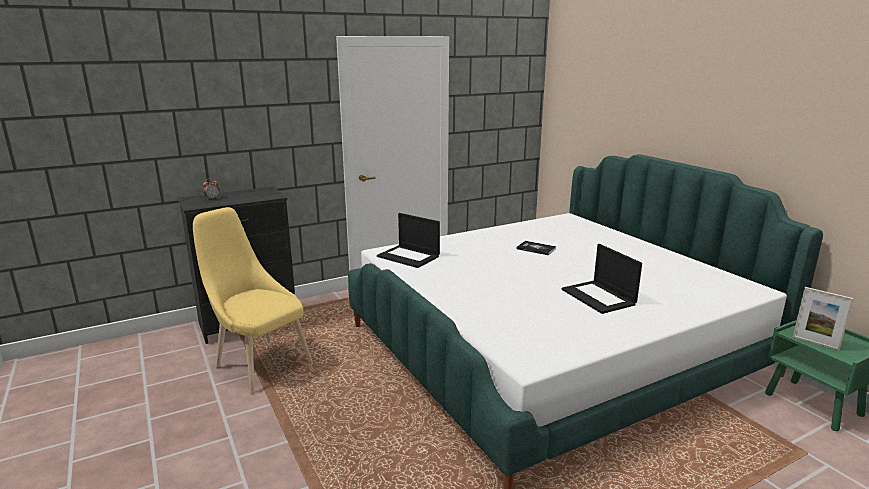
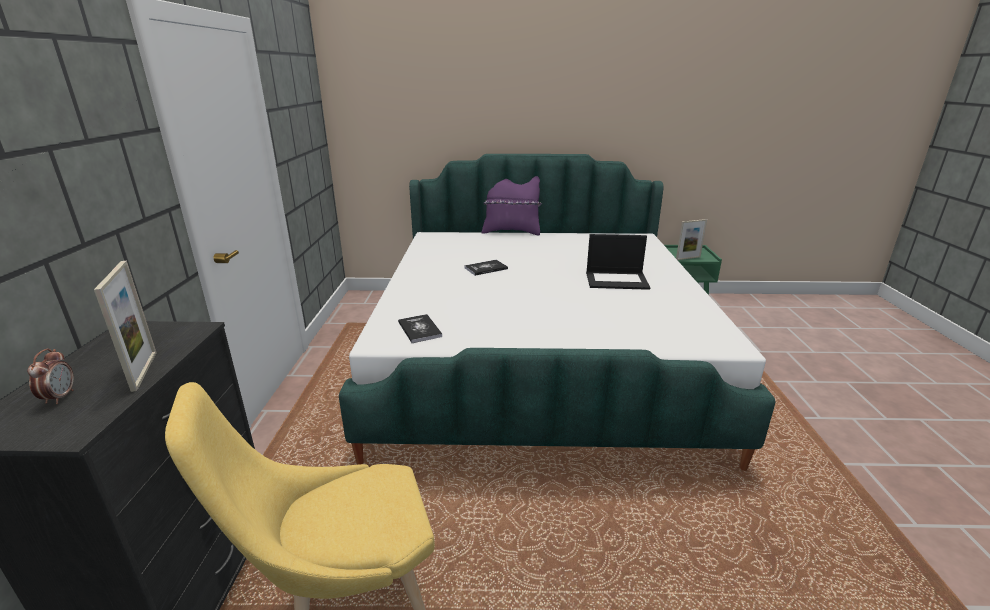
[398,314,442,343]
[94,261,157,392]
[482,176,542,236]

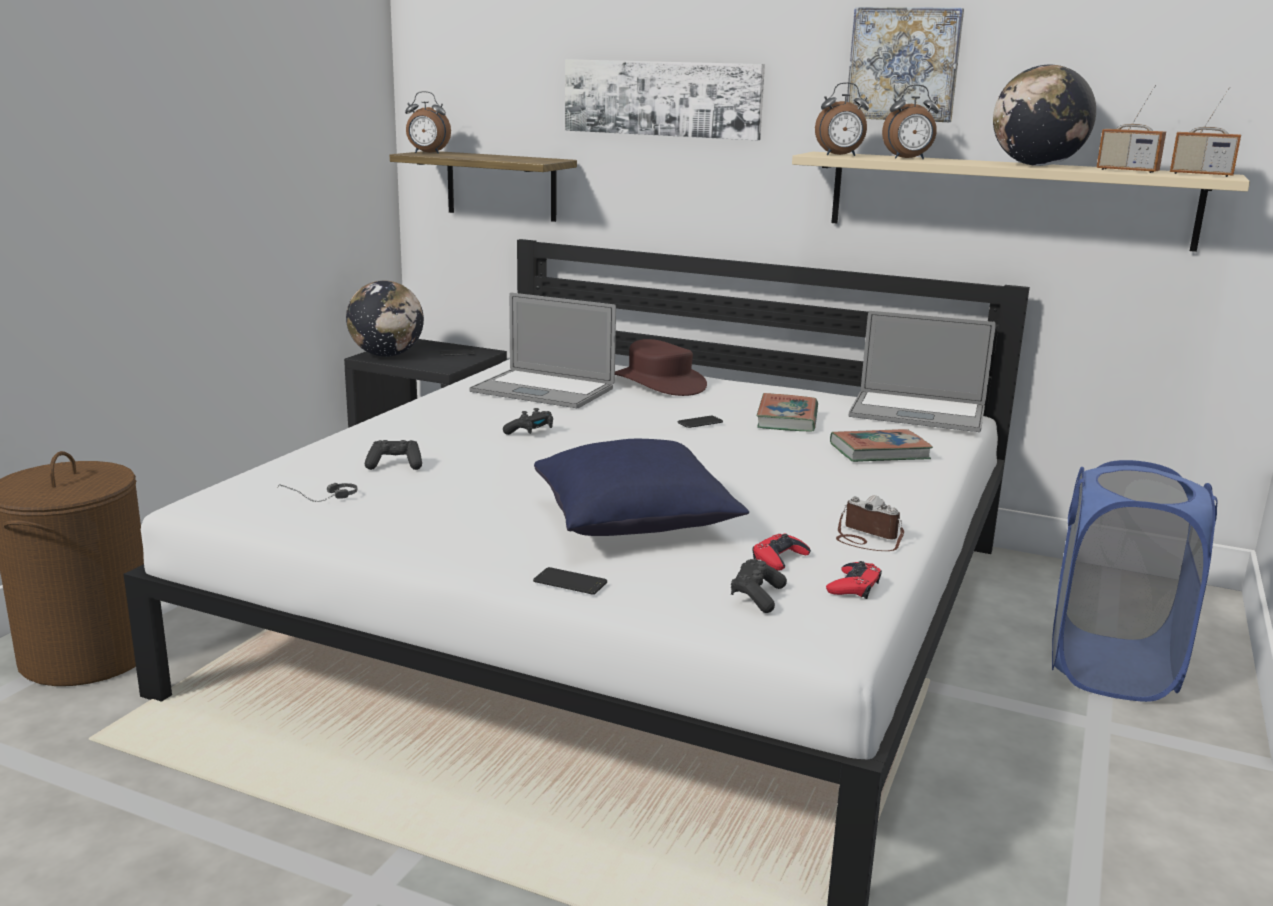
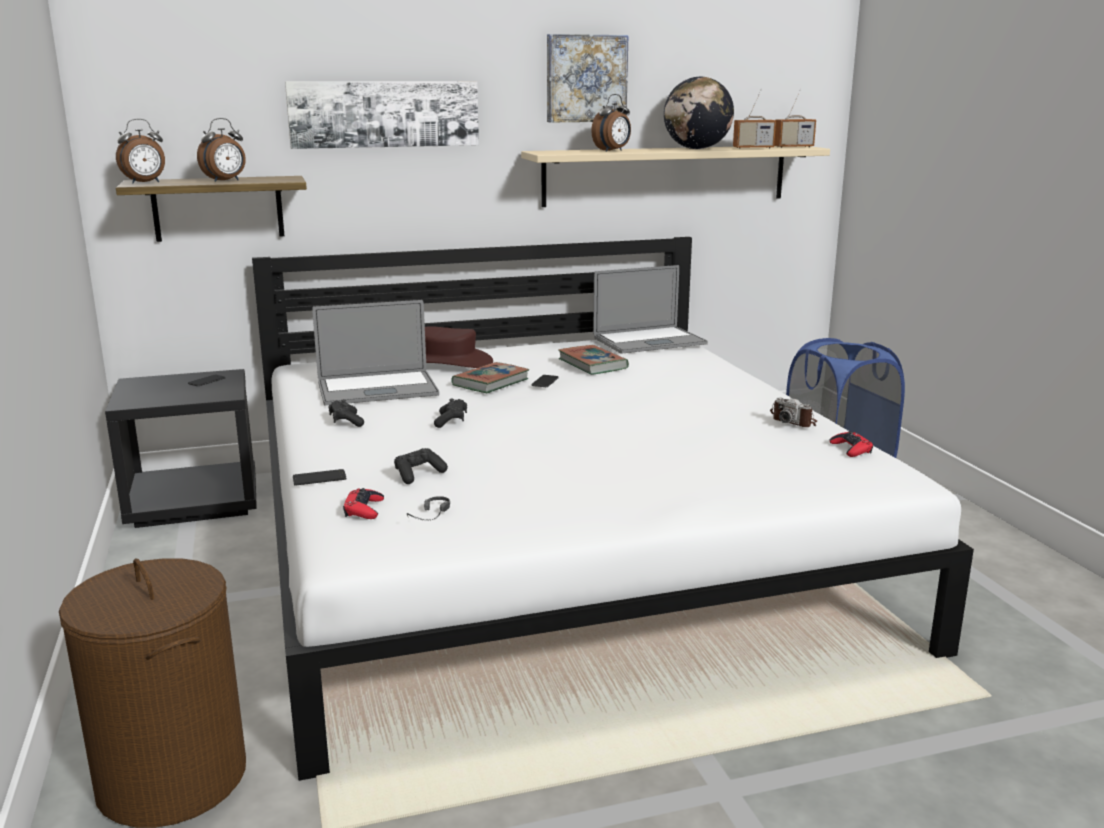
[346,281,424,357] (first image)
[293,469,347,486]
[534,439,749,536] (first image)
[328,399,364,427]
[343,488,384,519]
[197,118,246,182]
[451,362,529,393]
[770,398,817,427]

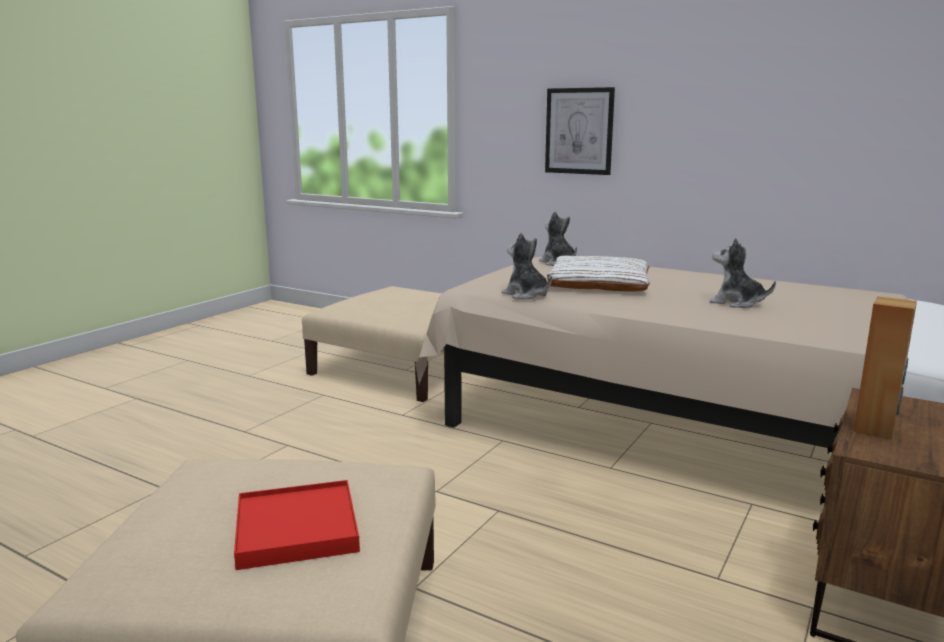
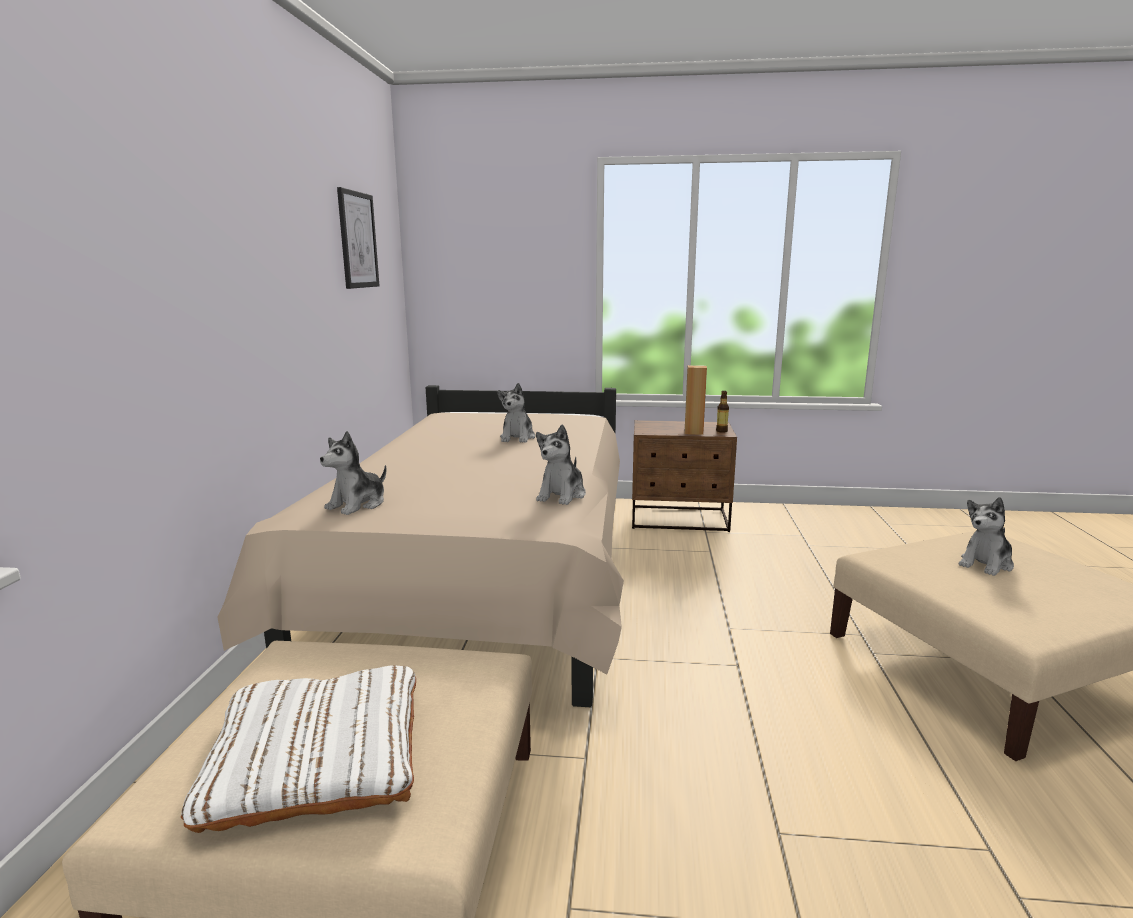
[959,497,1014,576]
[337,187,379,289]
[181,666,416,833]
[716,391,729,433]

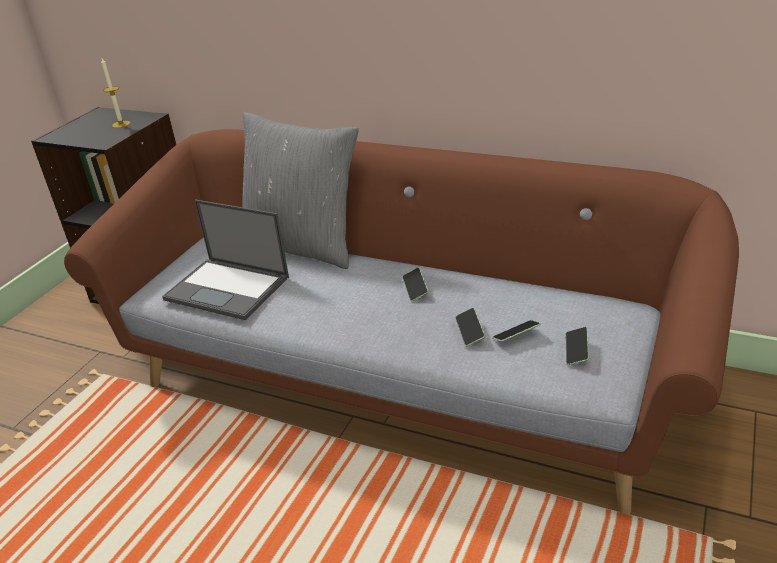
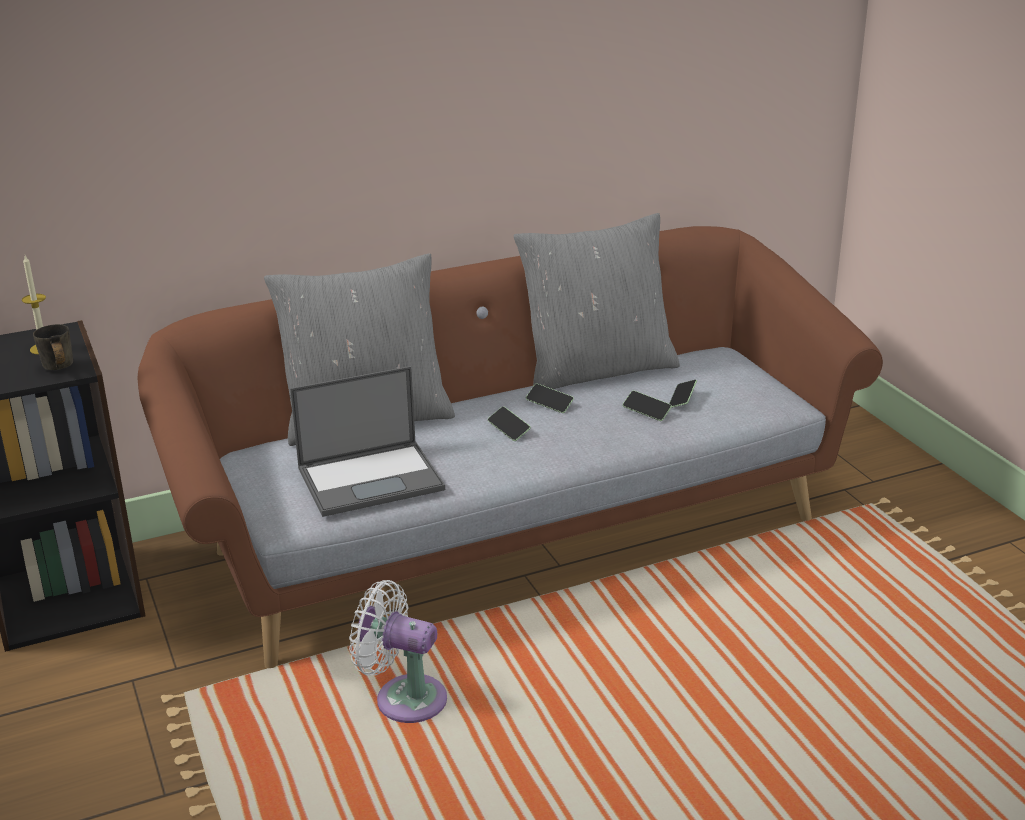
[487,406,531,441]
[33,324,73,370]
[349,580,447,723]
[514,213,680,389]

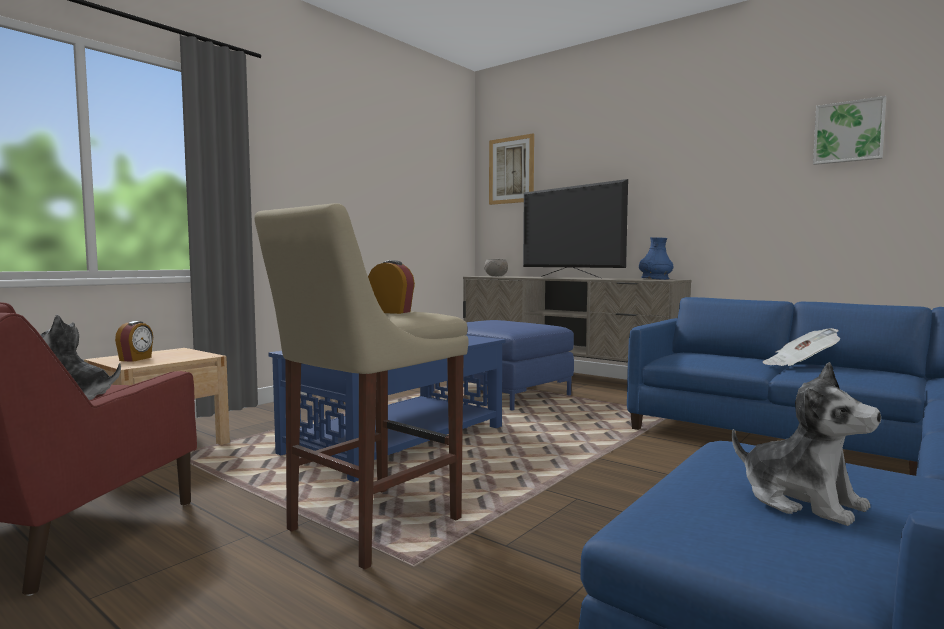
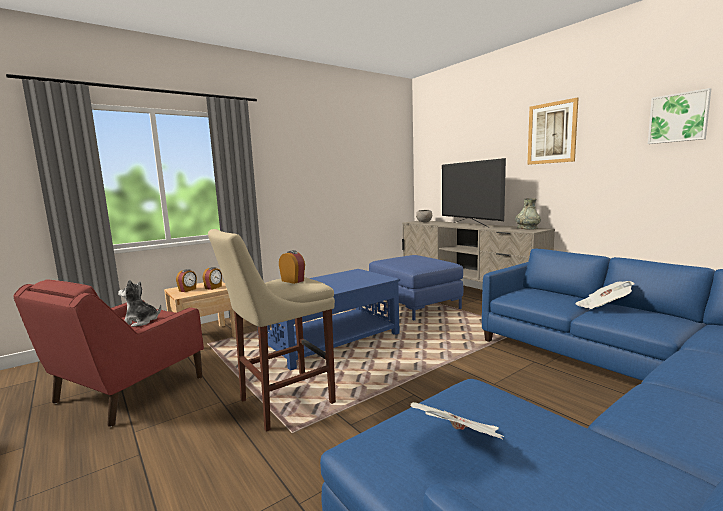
[527,97,578,165]
[515,198,541,230]
[411,402,504,439]
[203,267,222,290]

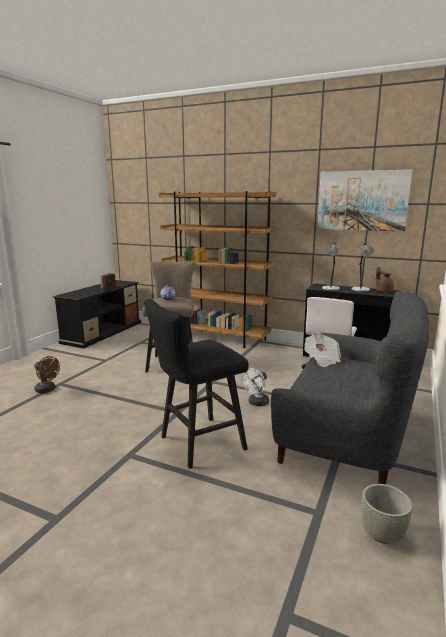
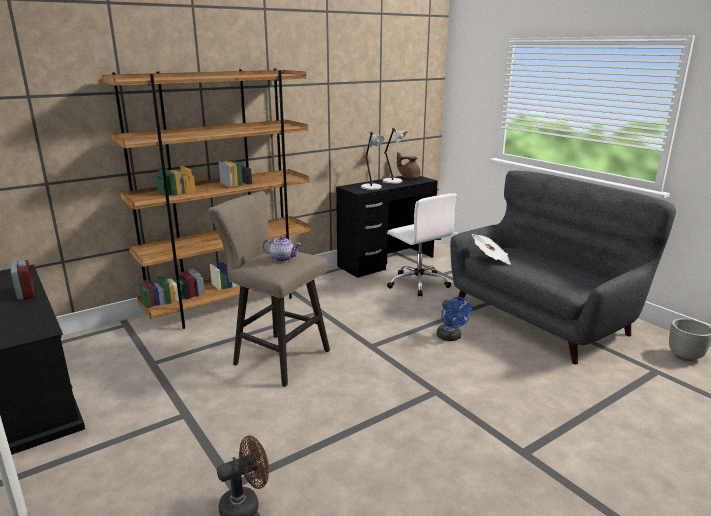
[144,299,249,469] (first image)
[436,297,472,341]
[317,169,412,232] (first image)

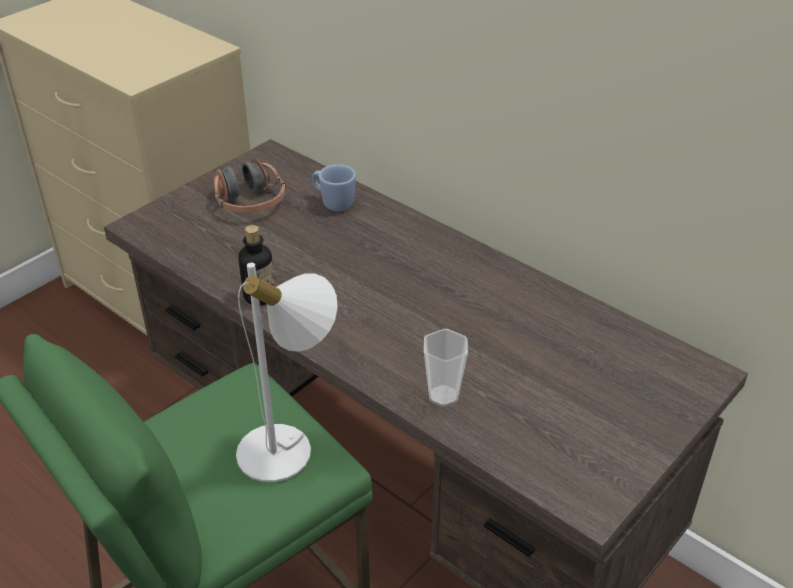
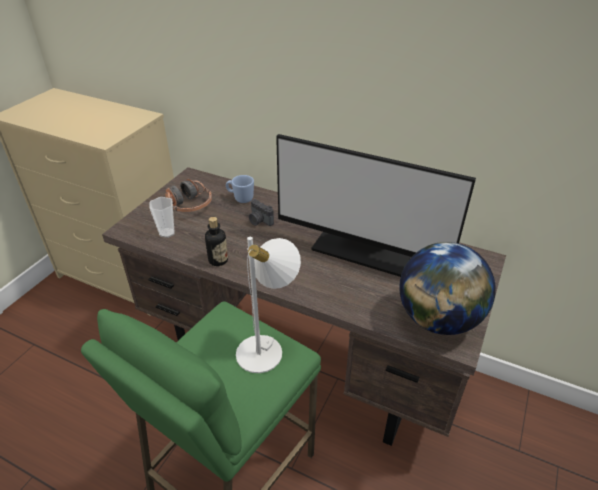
[149,197,175,238]
[249,199,274,226]
[276,134,476,277]
[399,242,496,335]

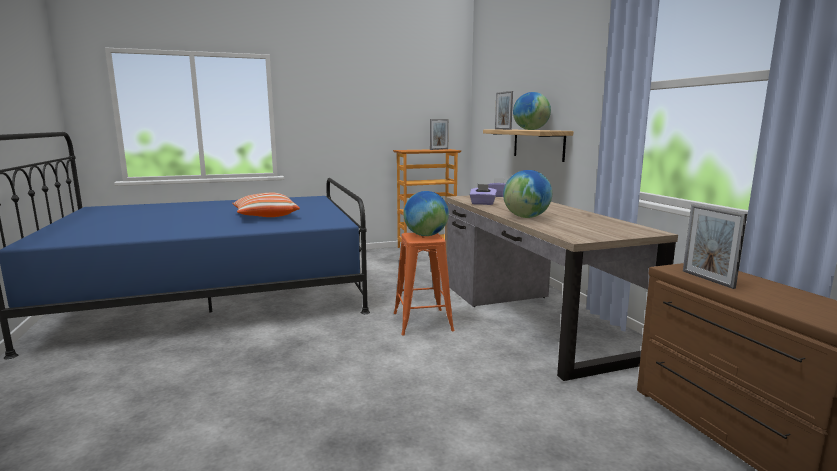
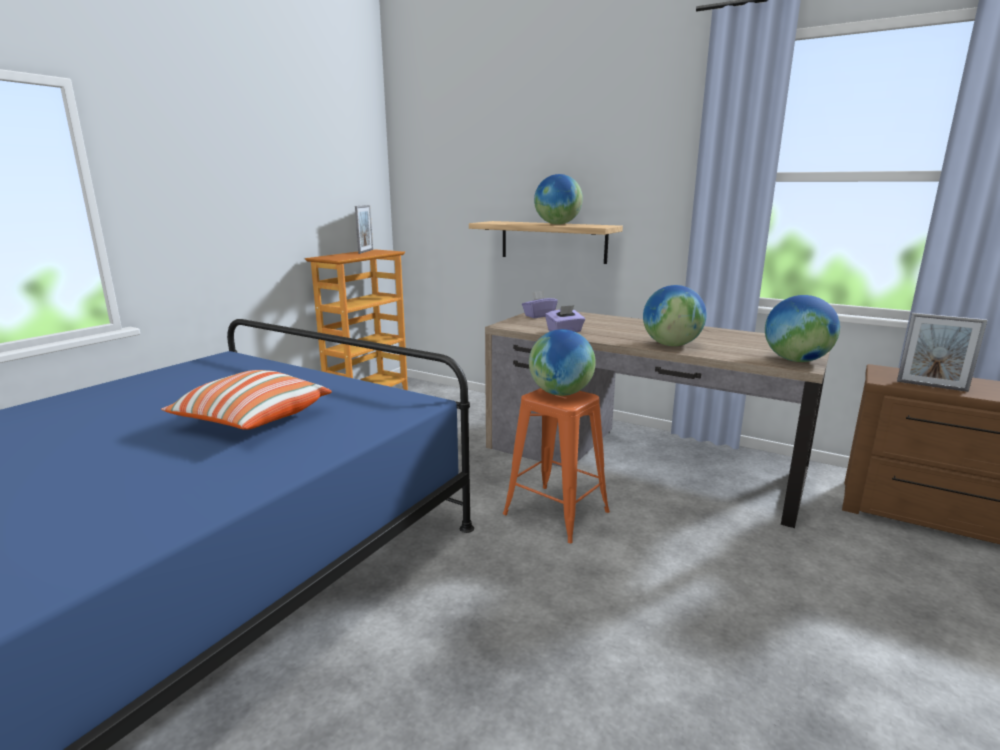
[495,91,513,130] (first image)
[765,295,840,362]

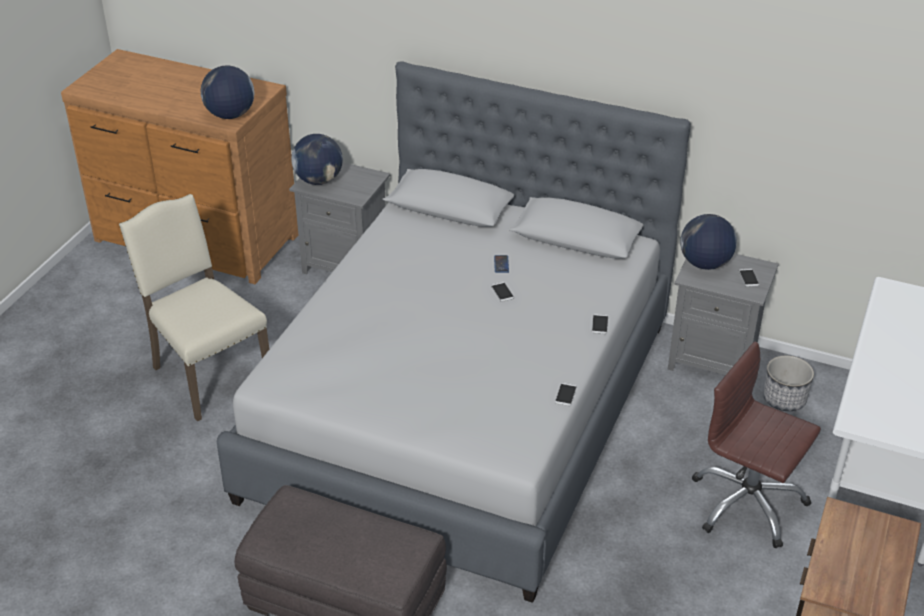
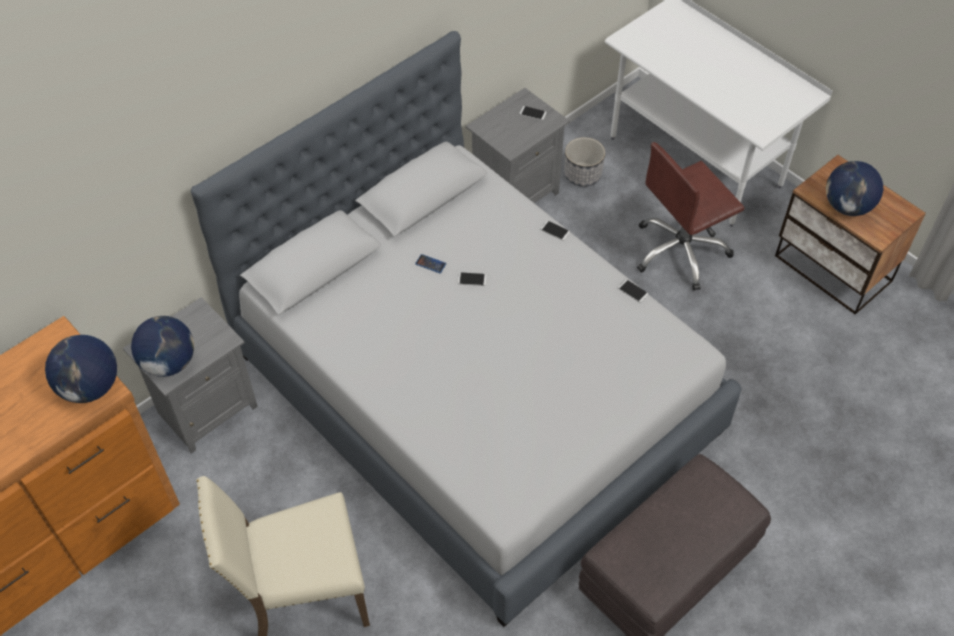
[826,161,883,216]

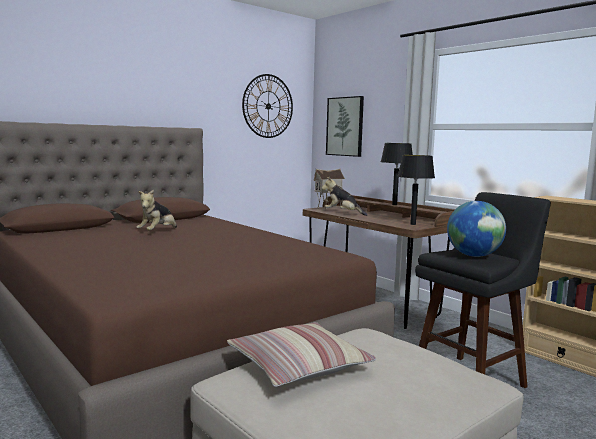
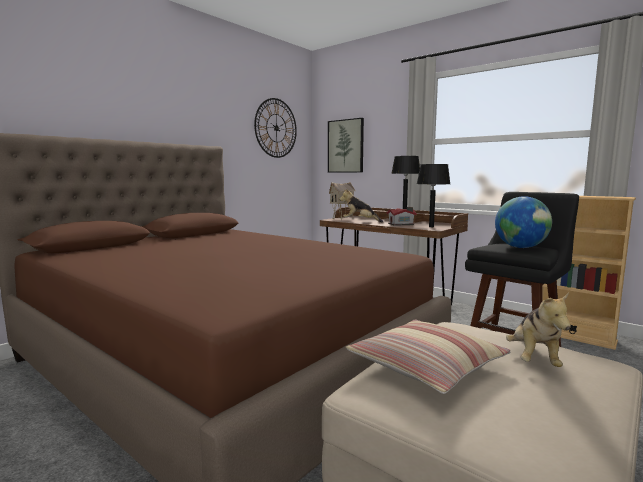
[506,292,571,367]
[386,207,417,226]

